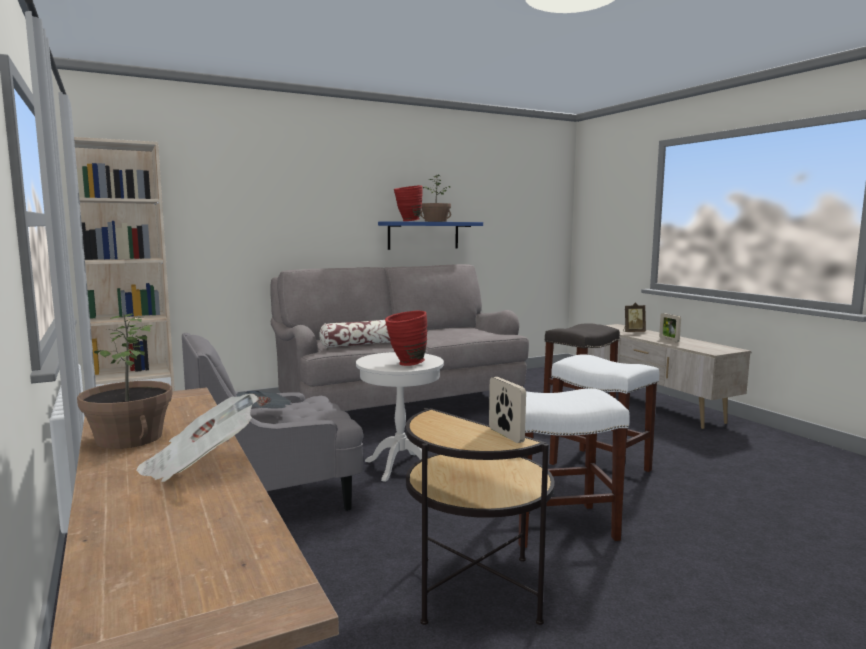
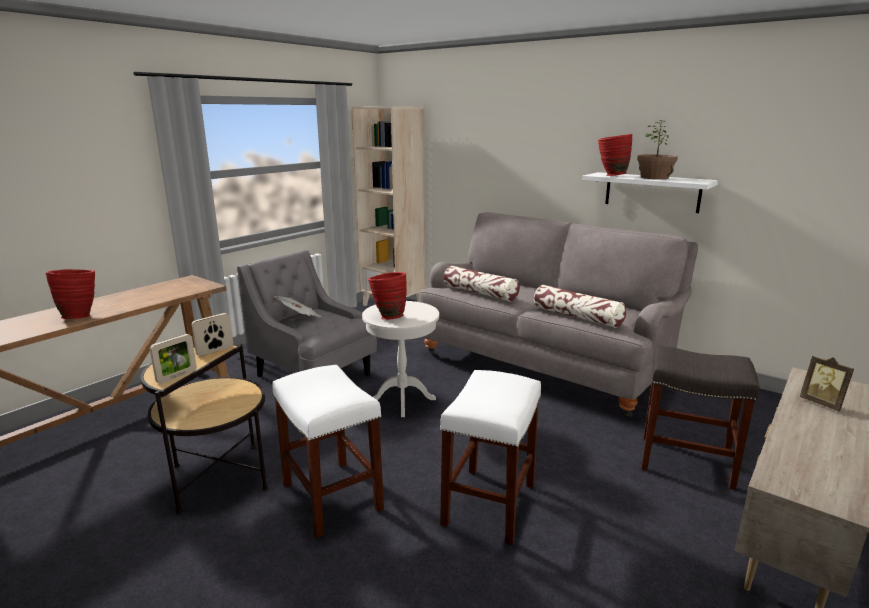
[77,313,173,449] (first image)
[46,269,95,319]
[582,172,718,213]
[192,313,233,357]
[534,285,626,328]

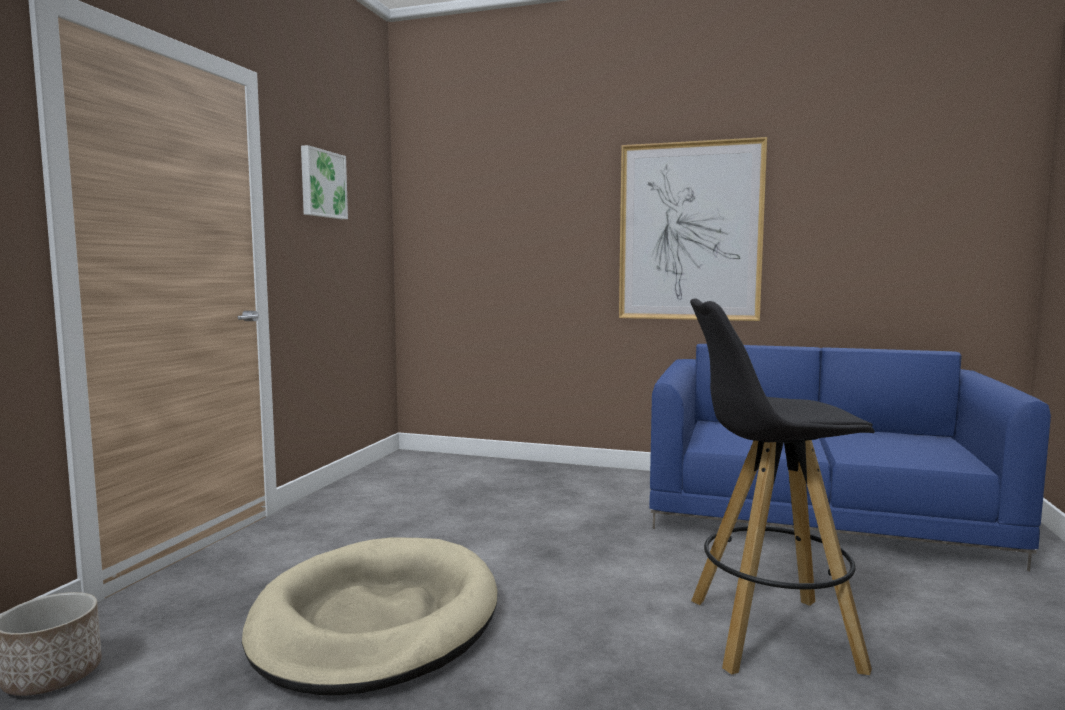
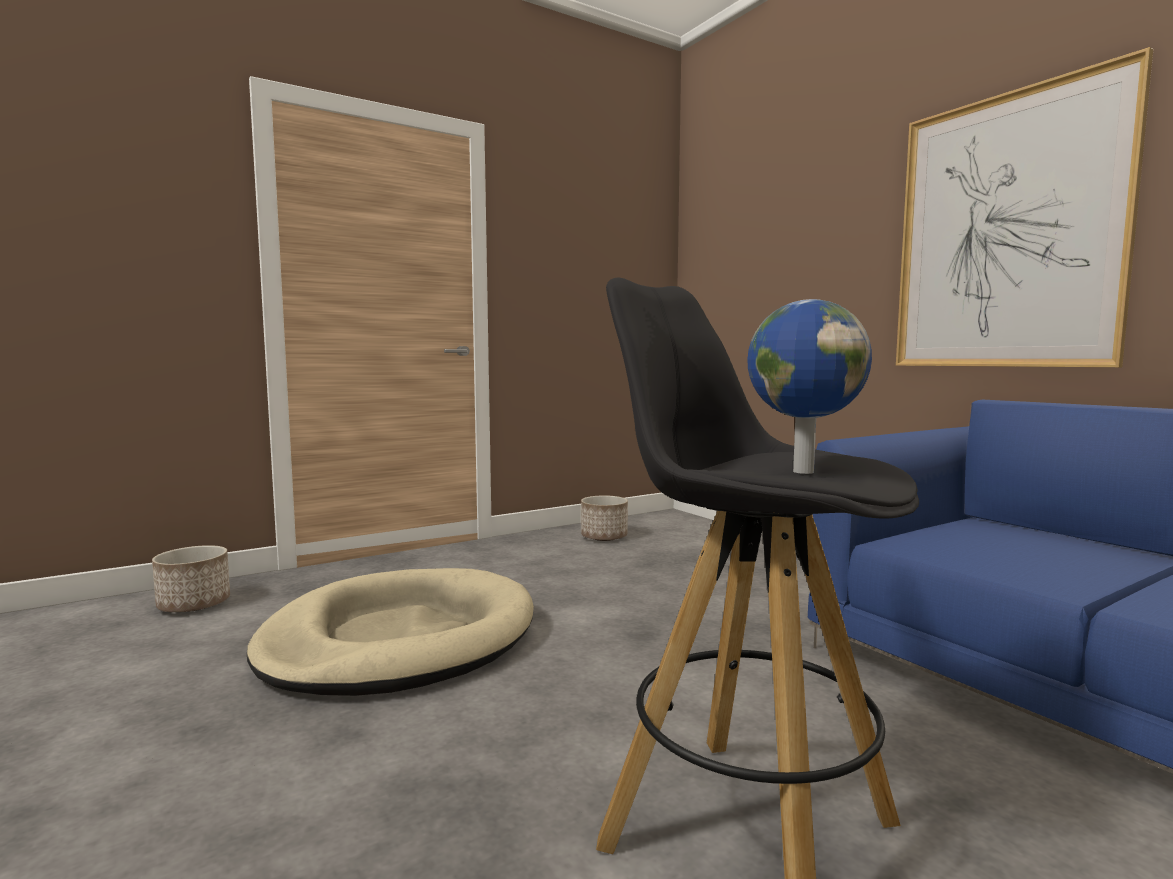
[301,145,348,219] (first image)
[581,495,628,541]
[747,299,872,474]

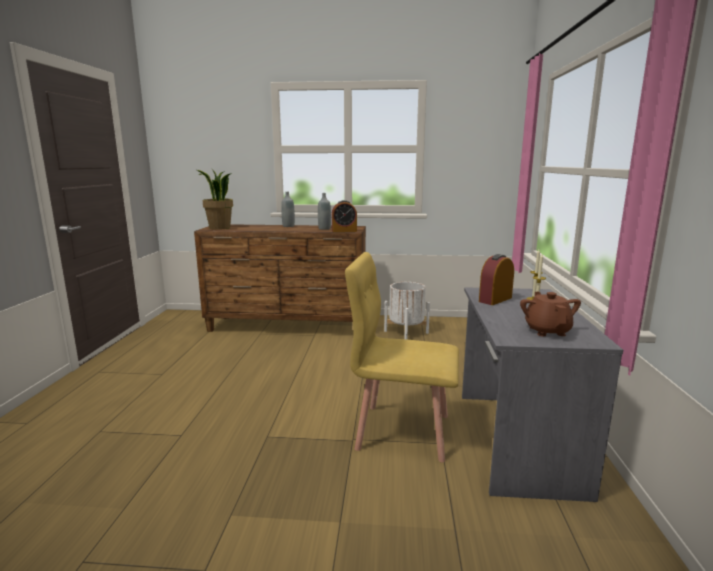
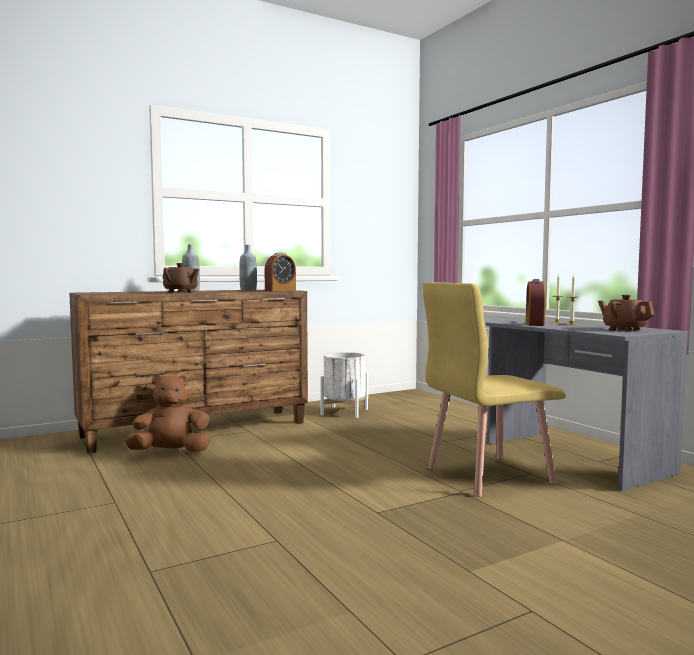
[197,168,233,230] (first image)
[125,374,211,452]
[163,263,199,293]

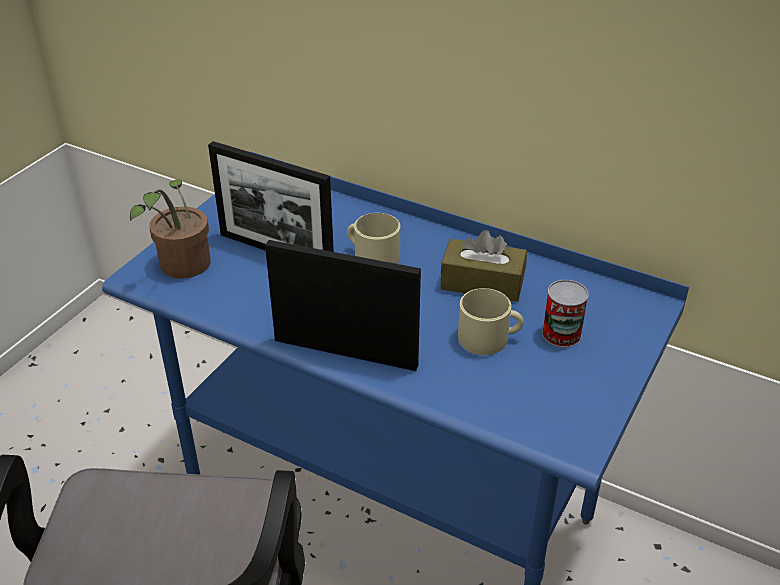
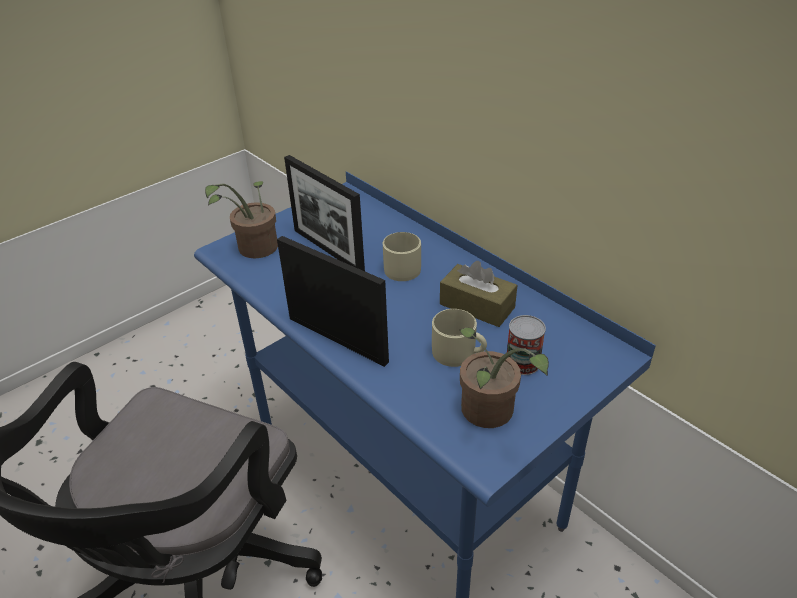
[459,328,549,428]

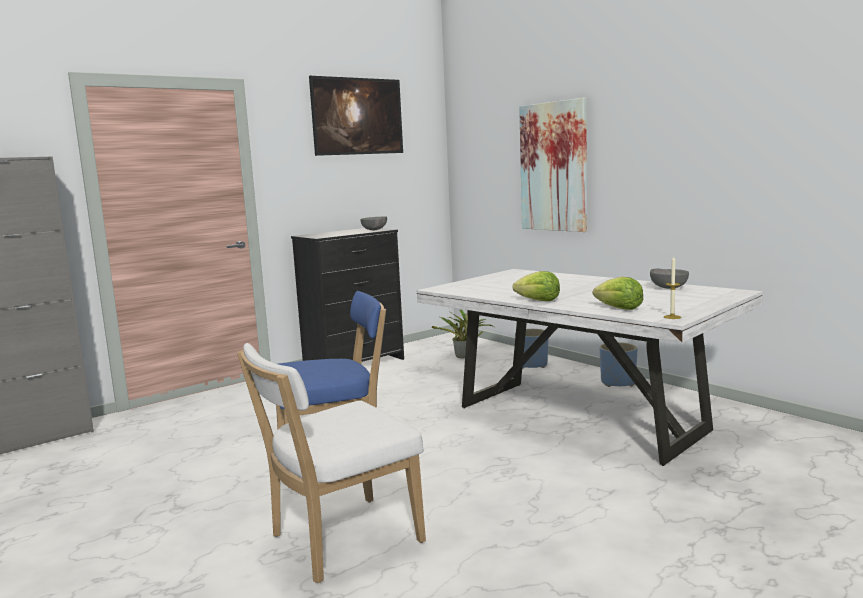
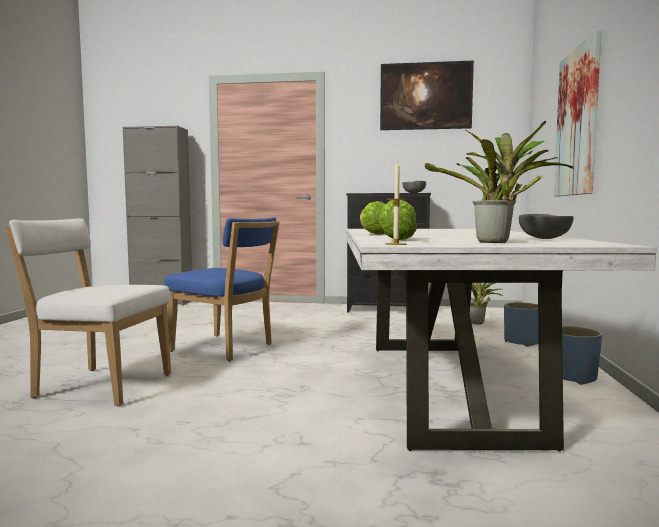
[425,121,575,243]

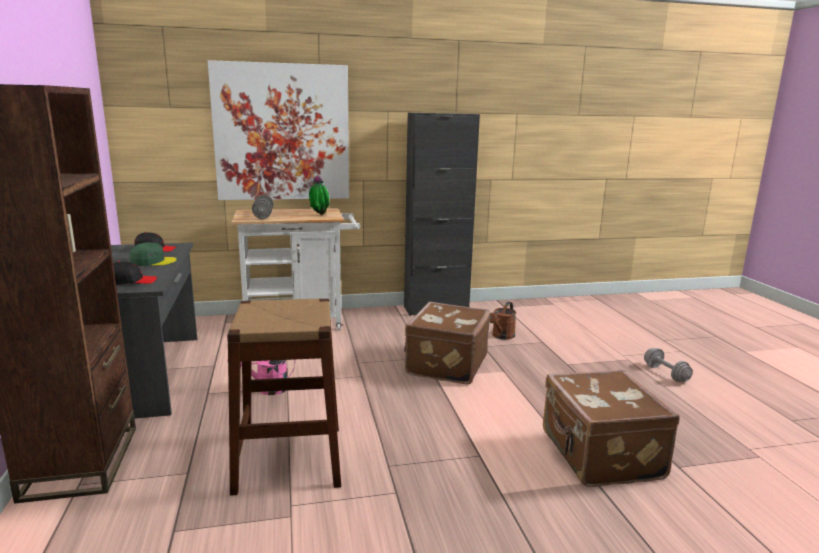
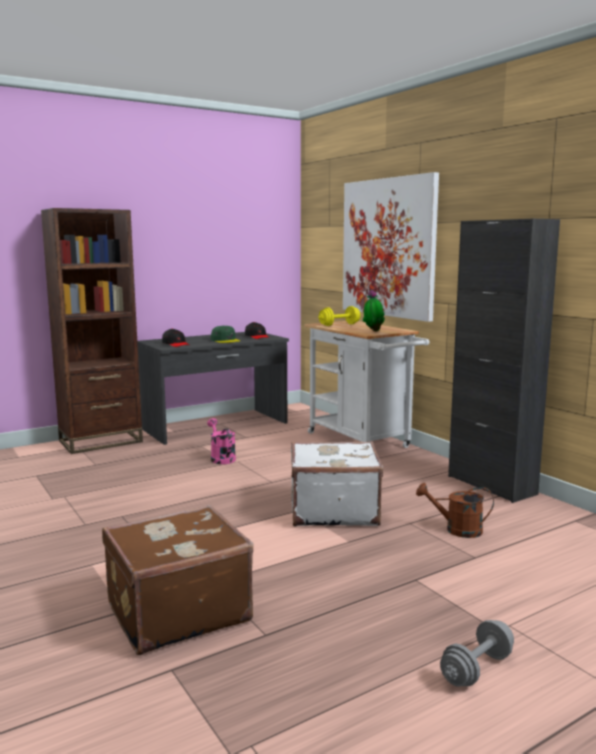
[227,299,341,496] (first image)
[318,306,360,326]
[291,441,384,527]

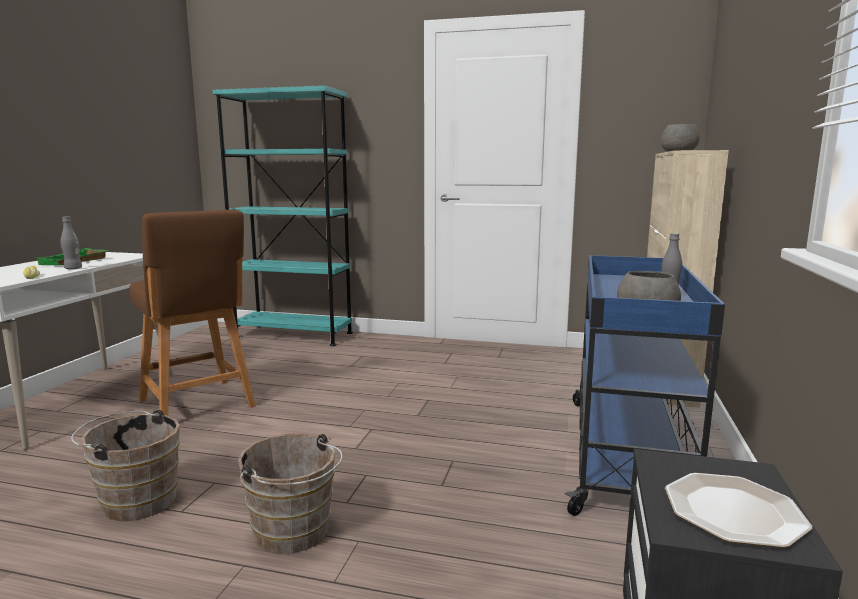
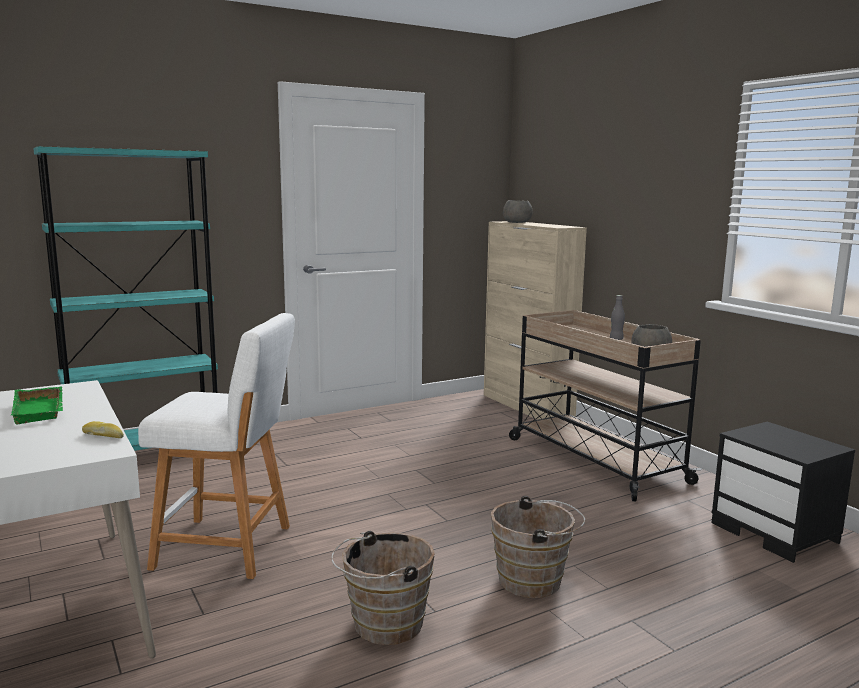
[61,217,82,270] (first image)
[138,313,295,579]
[509,310,702,501]
[665,473,812,548] (first image)

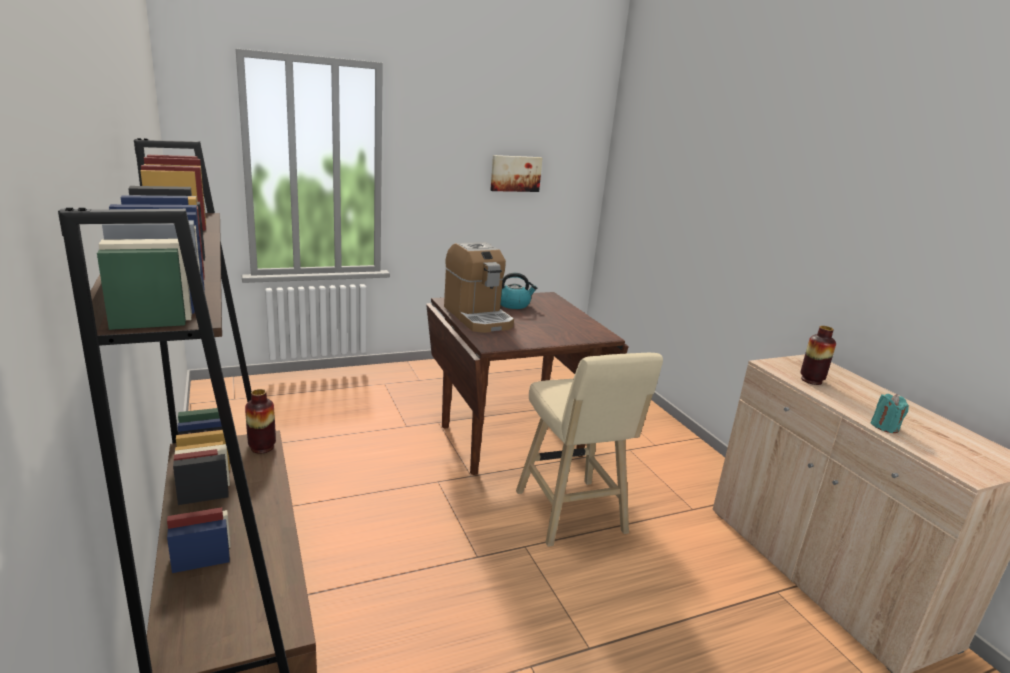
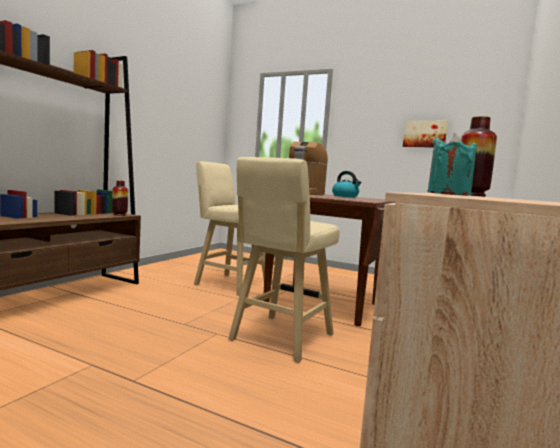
[194,161,265,296]

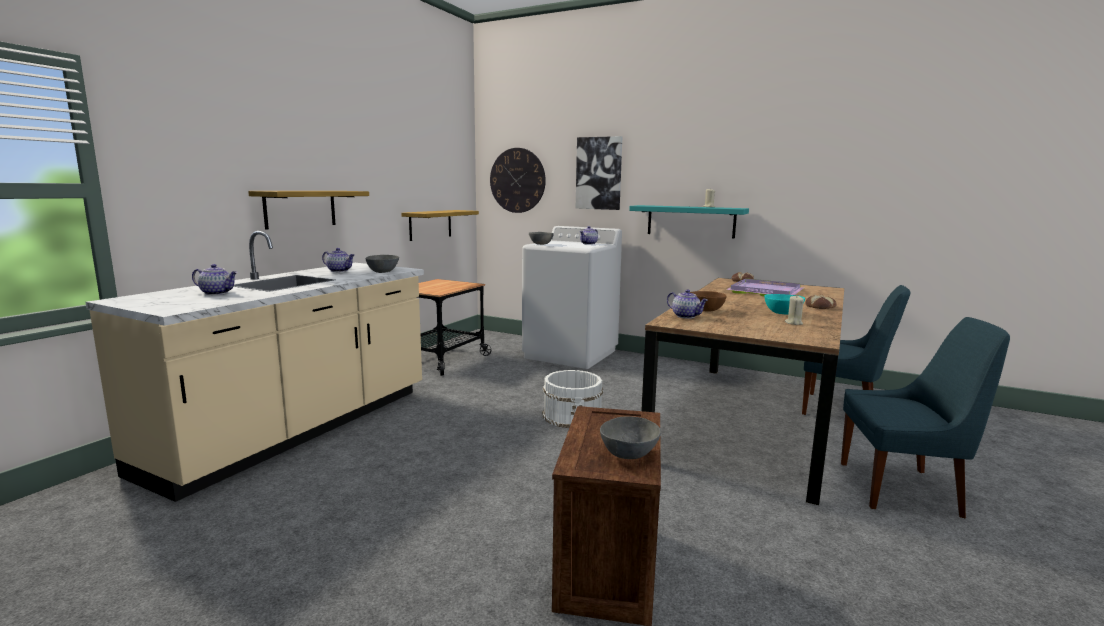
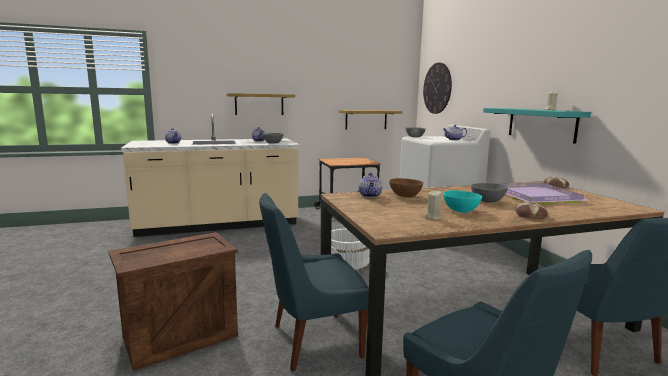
[575,136,622,210] (first image)
[471,183,508,203]
[259,193,369,372]

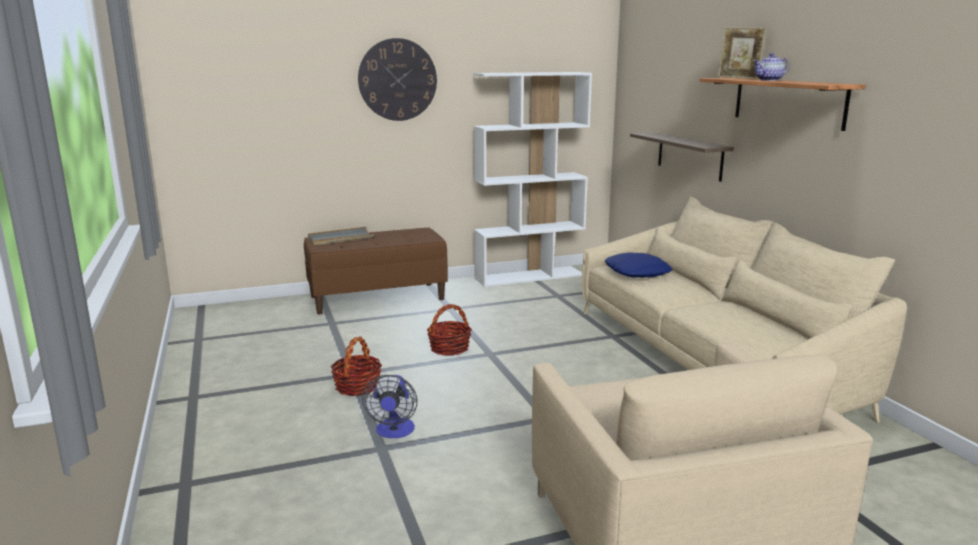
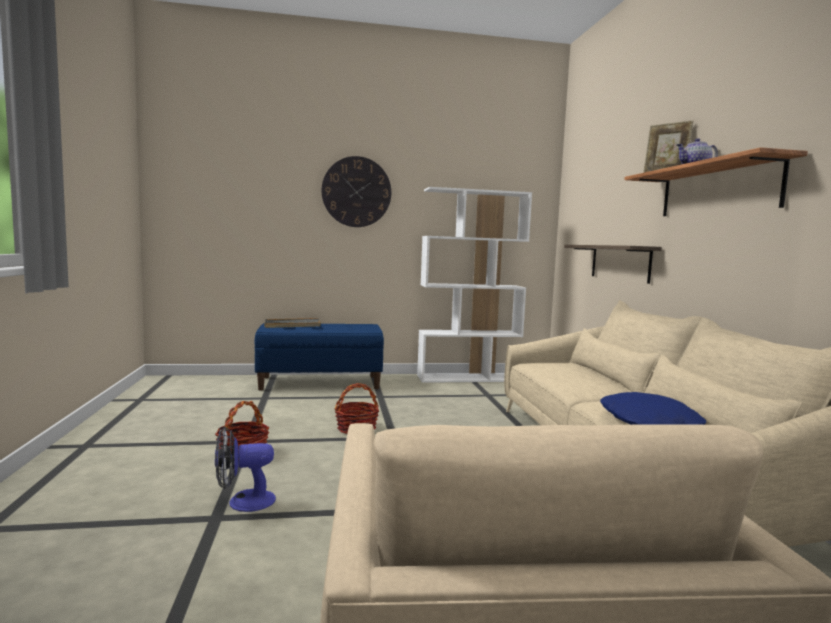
[255,323,384,391]
[215,427,276,512]
[600,392,706,425]

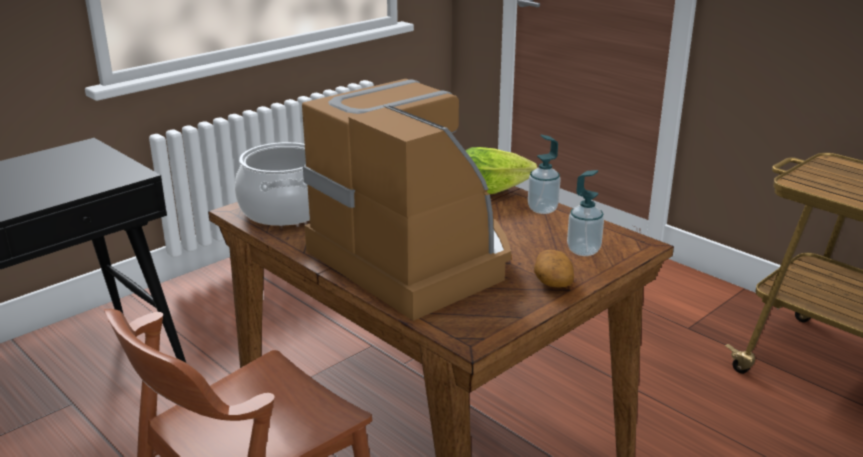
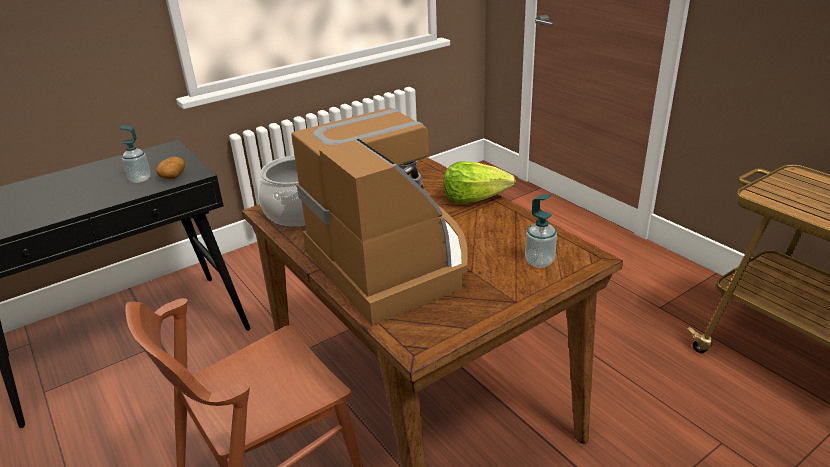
[120,125,151,183]
[156,157,185,179]

